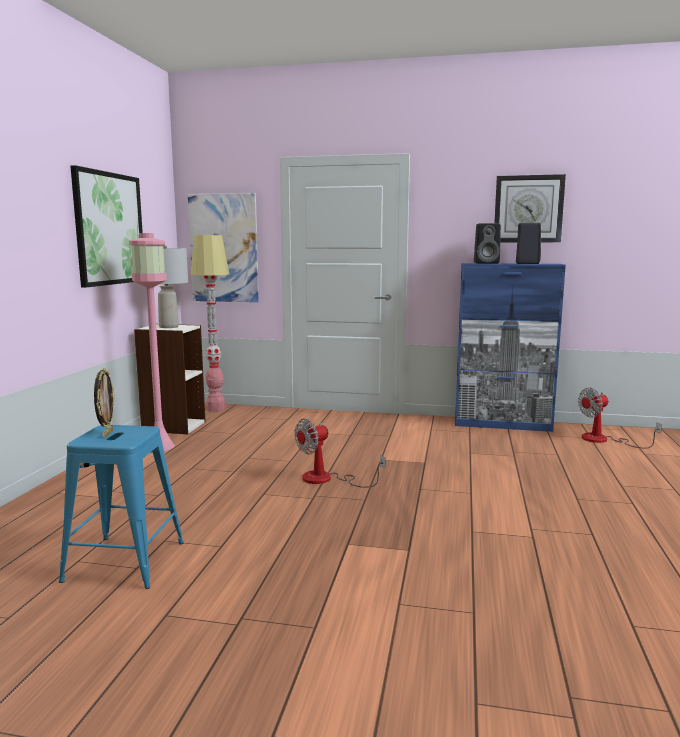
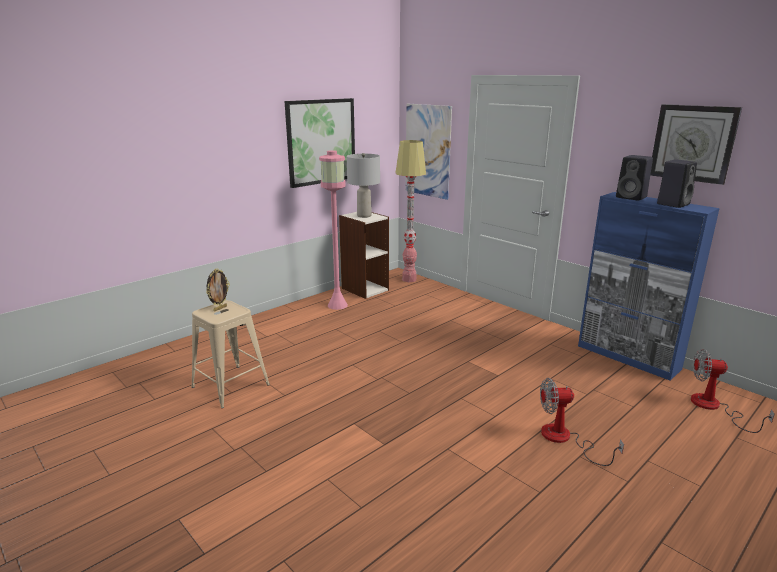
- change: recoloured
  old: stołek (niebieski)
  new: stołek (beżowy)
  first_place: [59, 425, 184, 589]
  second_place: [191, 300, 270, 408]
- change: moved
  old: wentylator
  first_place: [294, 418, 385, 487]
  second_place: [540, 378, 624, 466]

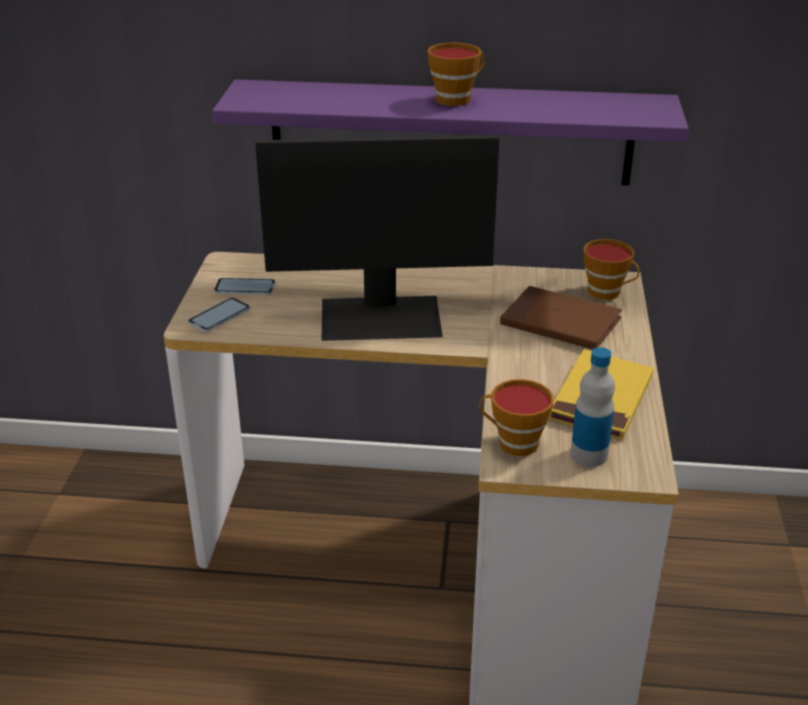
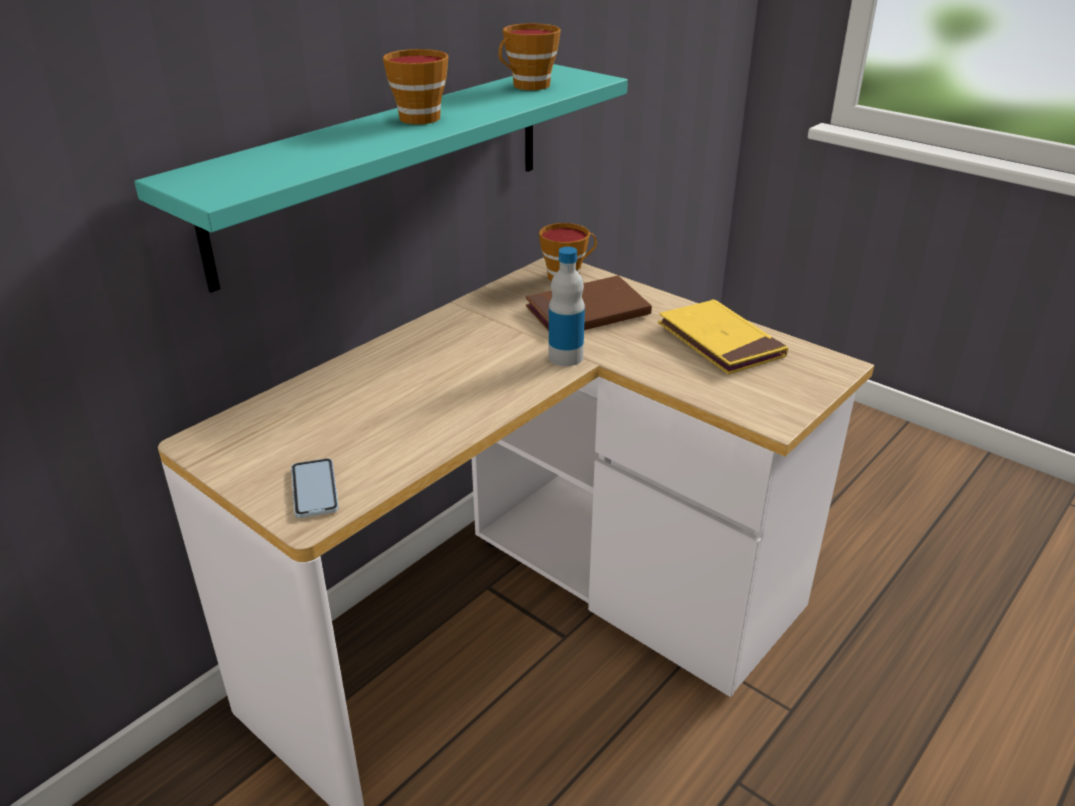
- change: recoloured
  old: półka (fioletowy)
  new: półka (turkusowy)
  first_place: [212, 79, 689, 185]
  second_place: [134, 64, 628, 293]
- change: removed
  old: telefon
  first_place: [214, 278, 276, 295]
- change: removed
  old: monitor
  first_place: [255, 135, 499, 341]
- change: moved
  old: filiżanka
  first_place: [479, 379, 554, 456]
  second_place: [499, 23, 561, 90]
- change: moved
  old: butelka
  first_place: [570, 347, 615, 467]
  second_place: [548, 247, 585, 366]

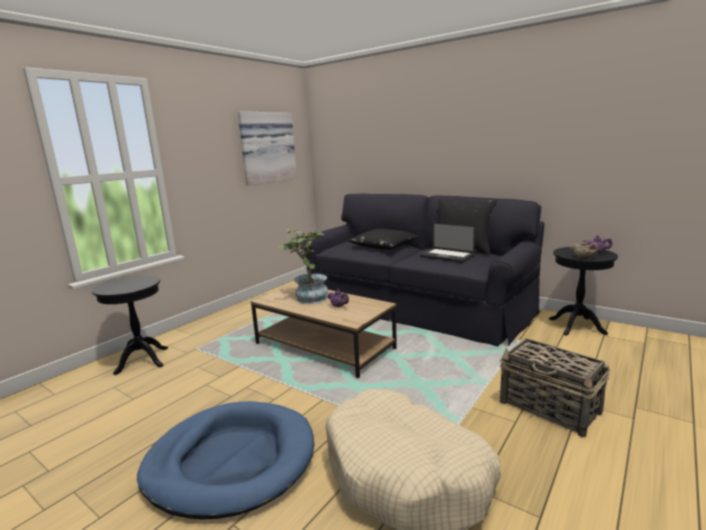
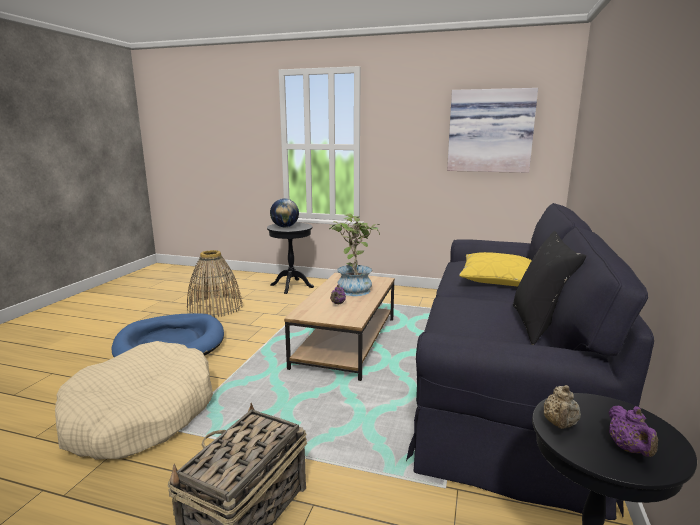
- change: recoloured
  old: poduszka (czarny)
  new: poduszka (żółty)
  first_place: [347, 229, 420, 250]
  second_place: [459, 252, 532, 286]
- change: removed
  old: laptop
  first_place: [420, 222, 476, 262]
- change: added
  new: koszyk
  second_place: [187, 250, 242, 317]
- change: added
  new: globus
  second_place: [270, 198, 299, 227]

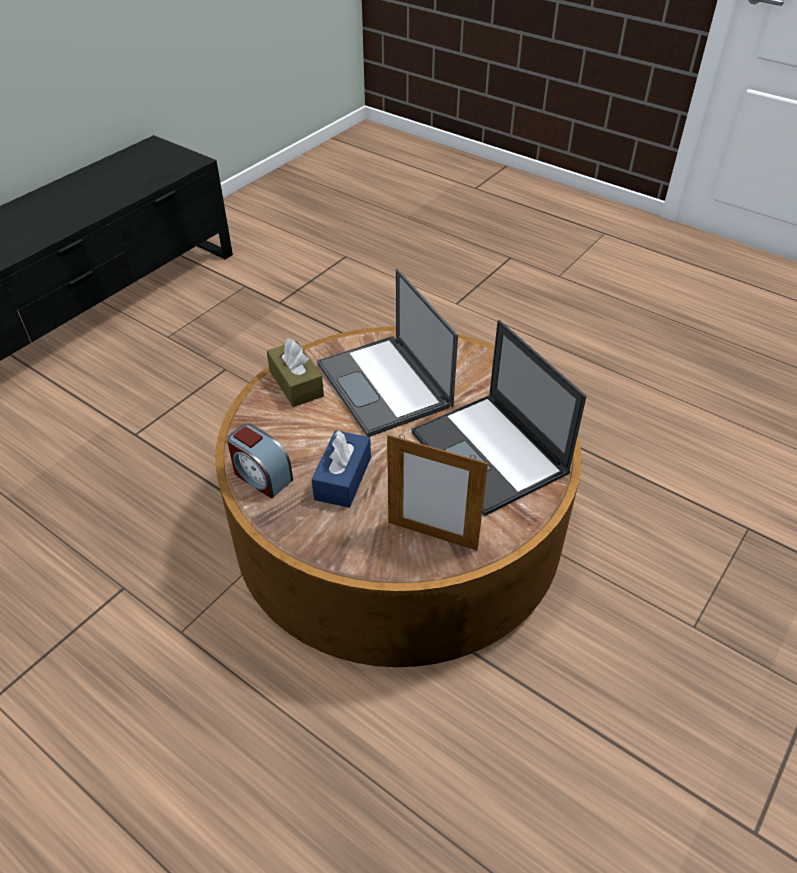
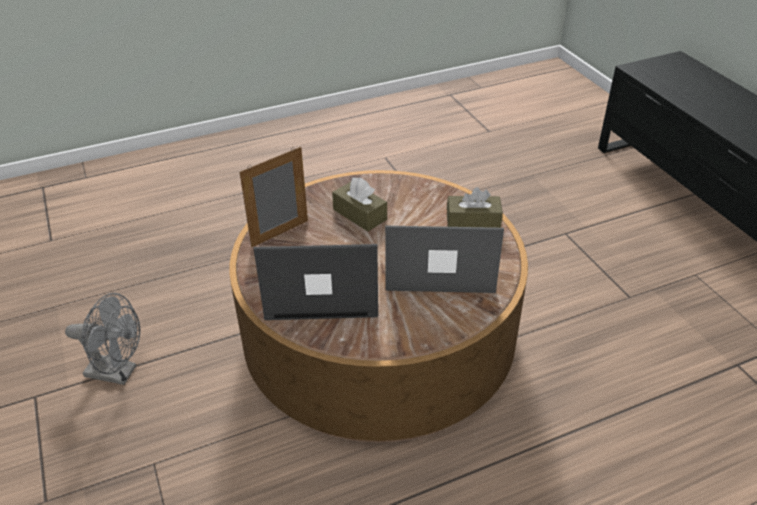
- change: removed
  old: budzik
  first_place: [227, 423, 293, 499]
- change: recoloured
  old: pudełko chusteczek (niebieski)
  new: pudełko chusteczek (brązowy)
  first_place: [311, 430, 371, 508]
  second_place: [332, 177, 387, 231]
- change: added
  new: wentylator (szary)
  second_place: [65, 293, 140, 385]

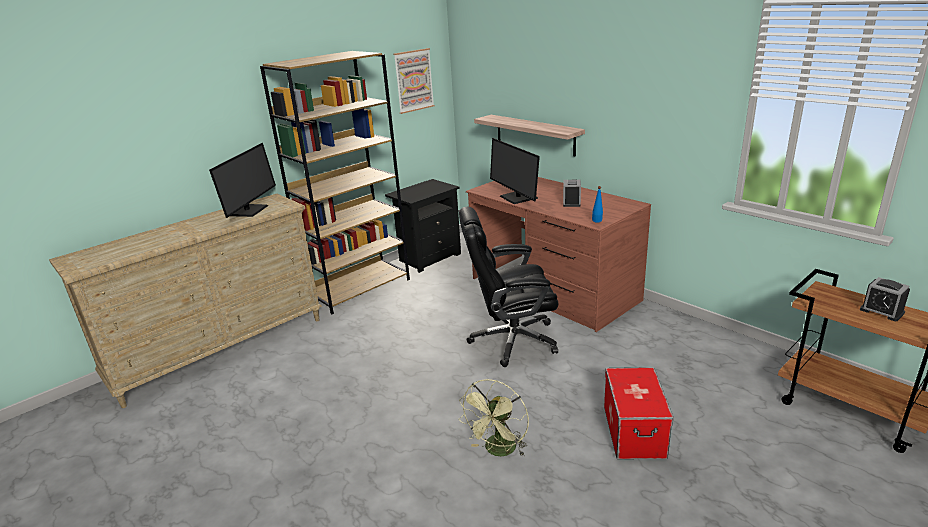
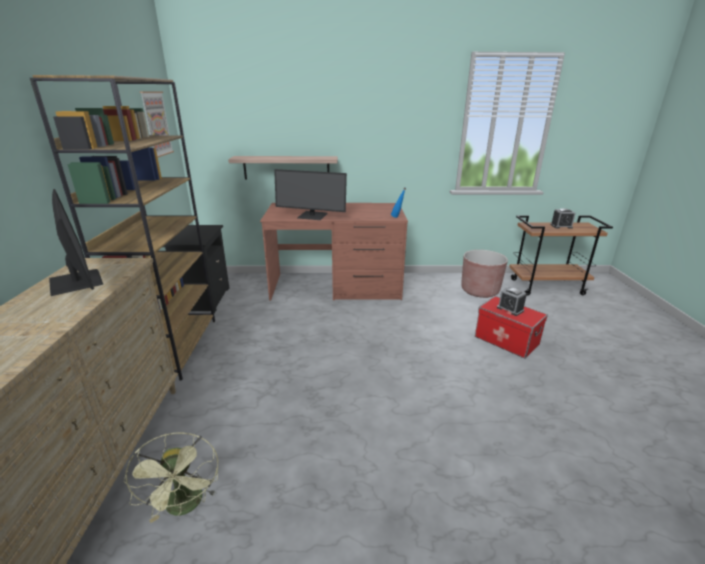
- change: removed
  old: krzesło biurowe (czarny)
  first_place: [458, 207, 558, 367]
- change: moved
  old: wentylator (zielony)
  first_place: [459, 379, 529, 457]
  second_place: [124, 432, 218, 523]
- change: moved
  old: budzik
  first_place: [563, 180, 581, 207]
  second_place: [497, 287, 526, 316]
- change: added
  new: donica (brązowy)
  second_place: [461, 250, 508, 298]

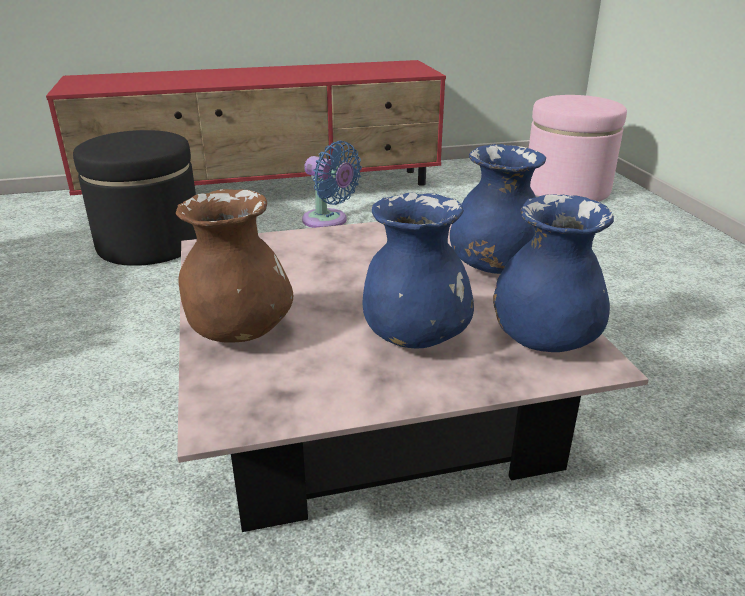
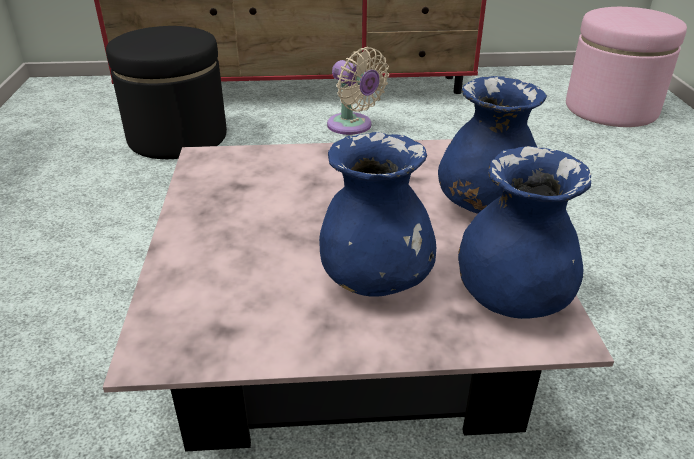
- change: removed
  old: wazon (brązowy)
  first_place: [176, 189, 293, 343]
- change: recoloured
  old: wentylator (niebieski)
  new: wentylator (beżowy)
  first_place: [302, 141, 362, 228]
  second_place: [327, 47, 389, 135]

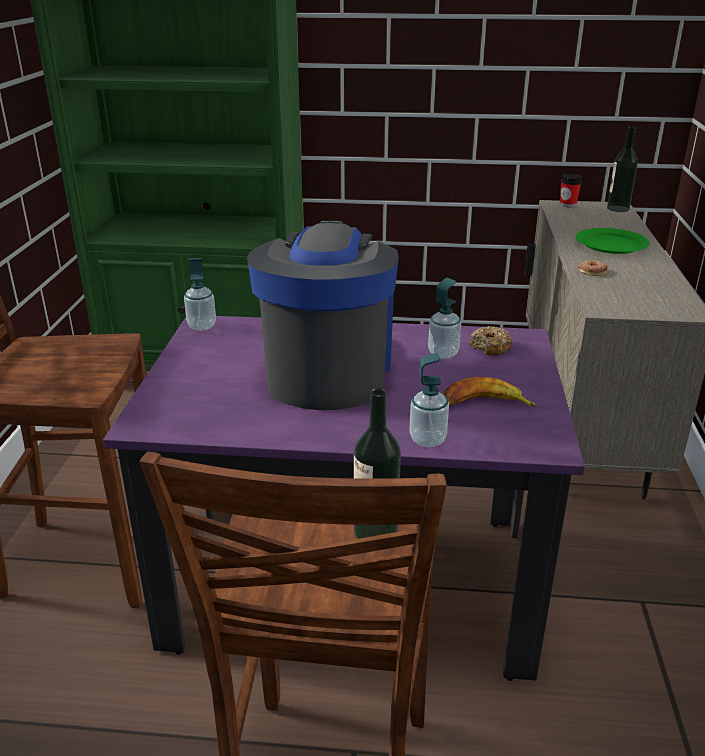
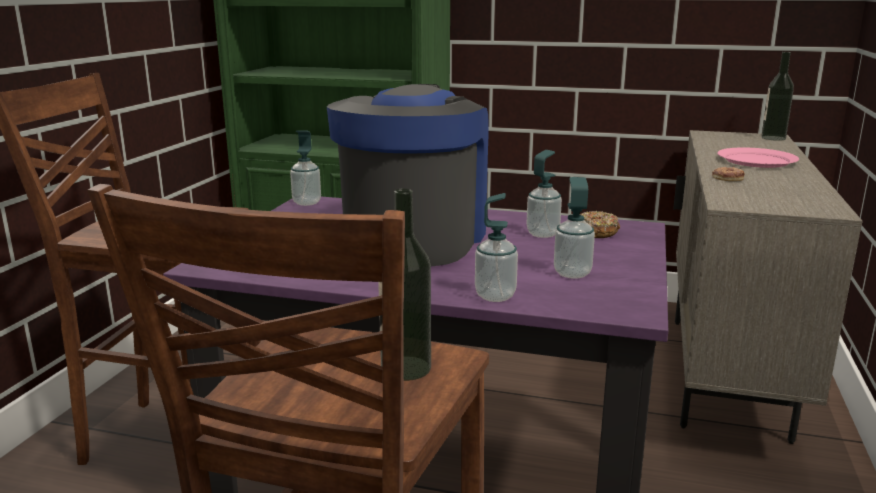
- change: replaced
  old: banan
  new: dozownik mydła
  first_place: [443, 377, 537, 408]
  second_place: [554, 177, 595, 279]
- change: removed
  old: filiżanka
  first_place: [560, 174, 582, 207]
- change: recoloured
  old: talerz (zielony)
  new: talerz (różowy)
  first_place: [576, 228, 650, 254]
  second_place: [717, 147, 799, 168]

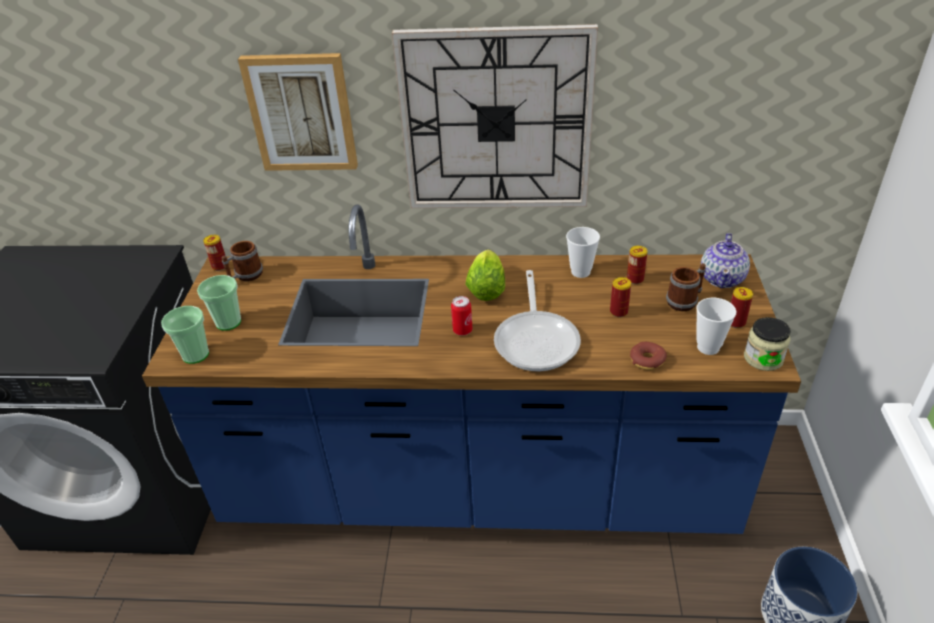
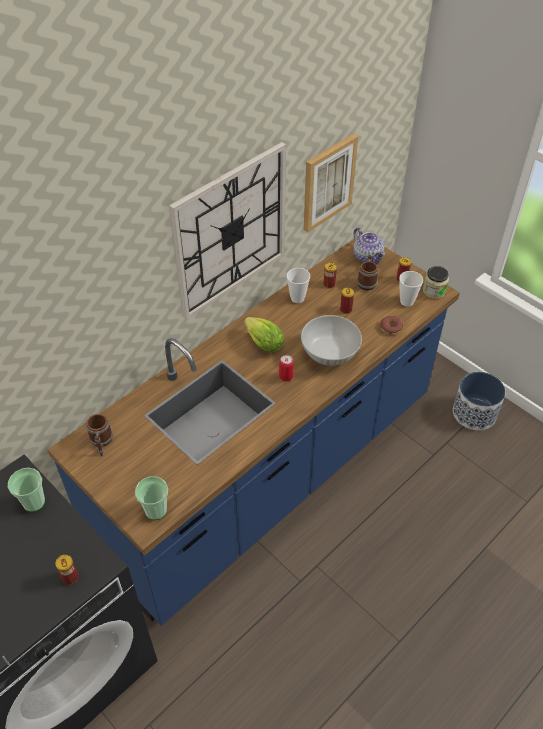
- change: moved
  old: filiżanka
  first_place: [197, 275, 241, 331]
  second_place: [8, 468, 45, 512]
- change: moved
  old: puszka
  first_place: [203, 235, 225, 271]
  second_place: [55, 555, 79, 585]
- change: moved
  old: obraz
  first_place: [238, 53, 358, 171]
  second_place: [303, 134, 358, 232]
- change: replaced
  old: patelnia
  new: miska (biały)
  first_place: [494, 270, 581, 371]
  second_place: [301, 315, 362, 366]

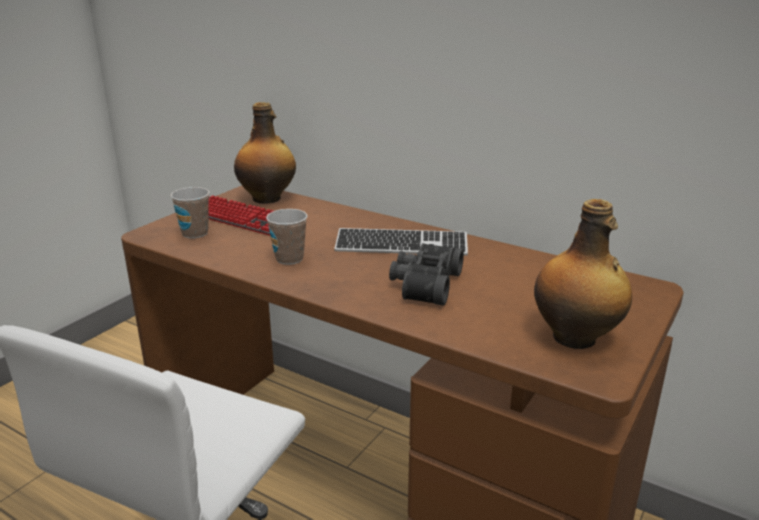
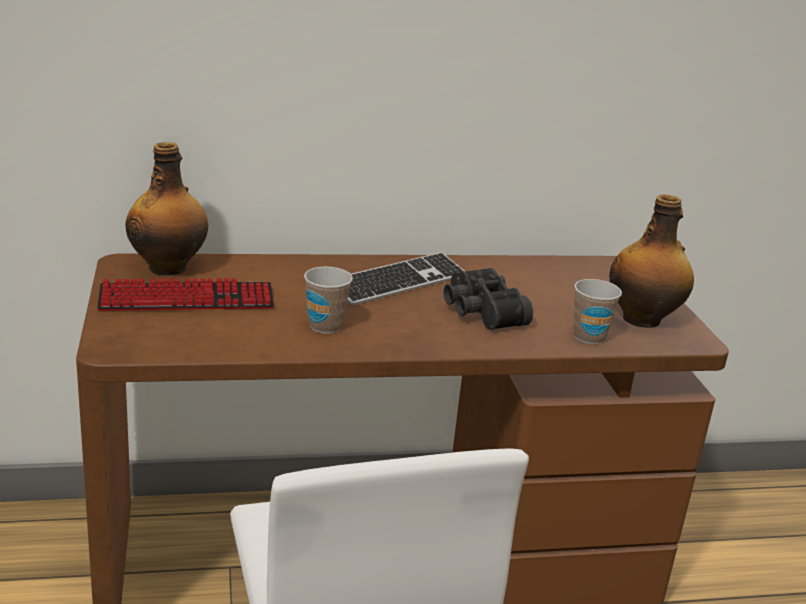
- change: moved
  old: filiżanka
  first_place: [171, 187, 210, 238]
  second_place: [573, 279, 622, 344]

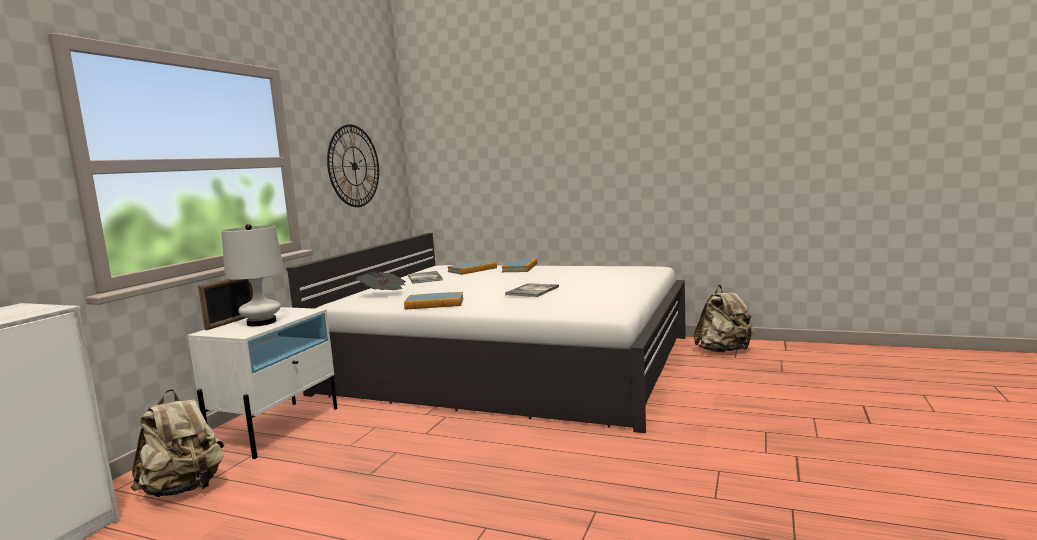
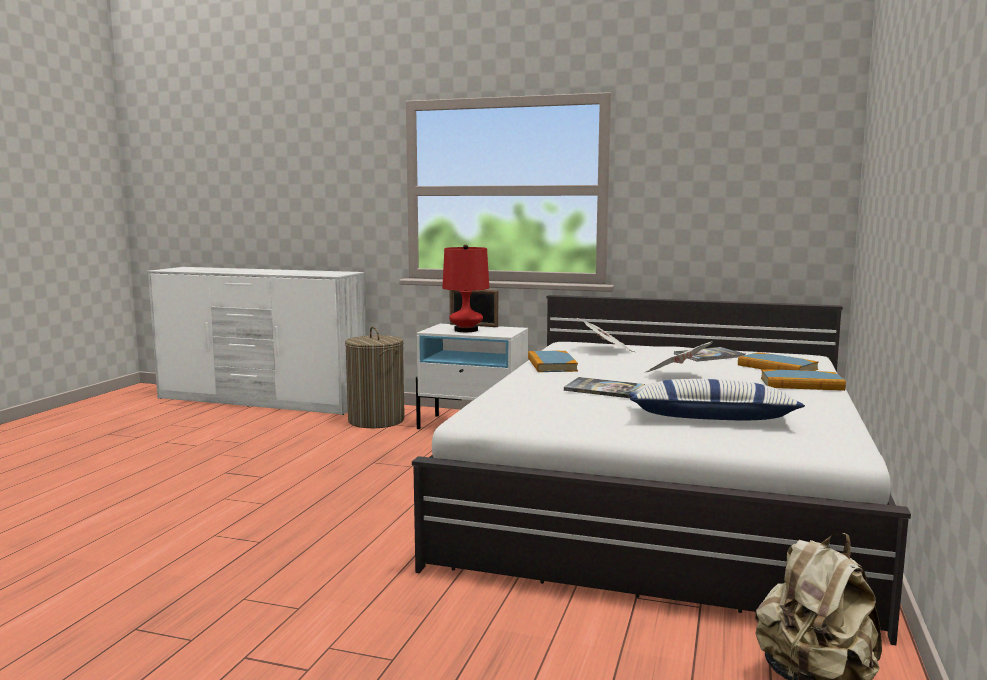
- change: replaced
  old: plecak (beżowy)
  new: kosz na pranie
  first_place: [131, 389, 224, 497]
  second_place: [345, 326, 405, 428]
- change: recoloured
  old: lampa stołowa (biały)
  new: lampa stołowa (czerwony)
  first_place: [221, 224, 284, 326]
  second_place: [442, 245, 489, 332]
- change: removed
  old: zegar ścienny
  first_place: [327, 124, 379, 207]
- change: added
  new: poduszka
  second_place: [629, 379, 805, 420]
- change: added
  new: gazeta
  second_place: [646, 341, 712, 372]

